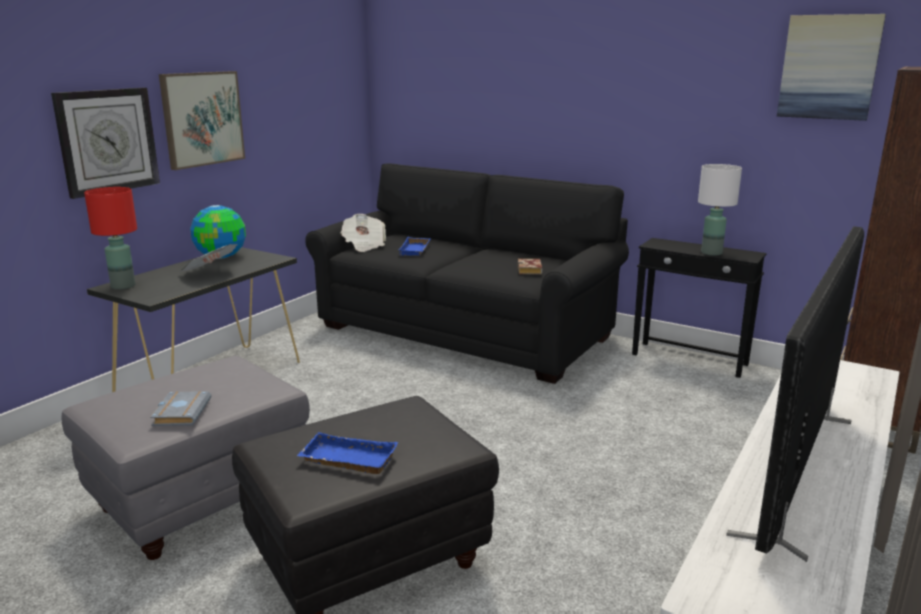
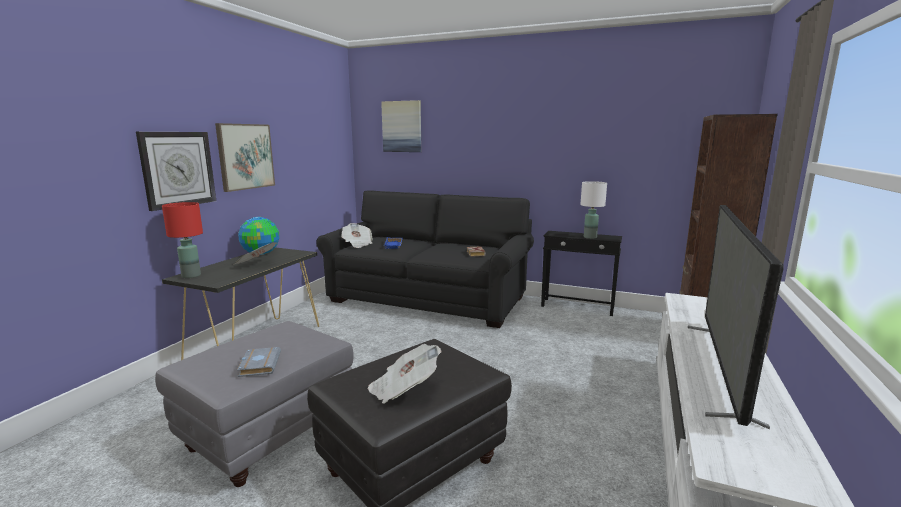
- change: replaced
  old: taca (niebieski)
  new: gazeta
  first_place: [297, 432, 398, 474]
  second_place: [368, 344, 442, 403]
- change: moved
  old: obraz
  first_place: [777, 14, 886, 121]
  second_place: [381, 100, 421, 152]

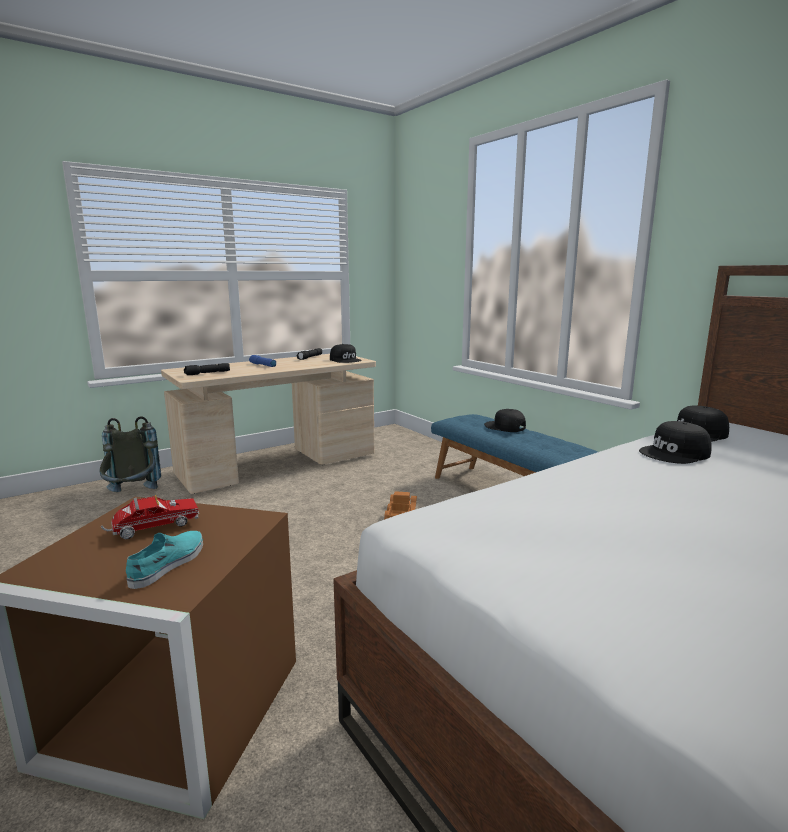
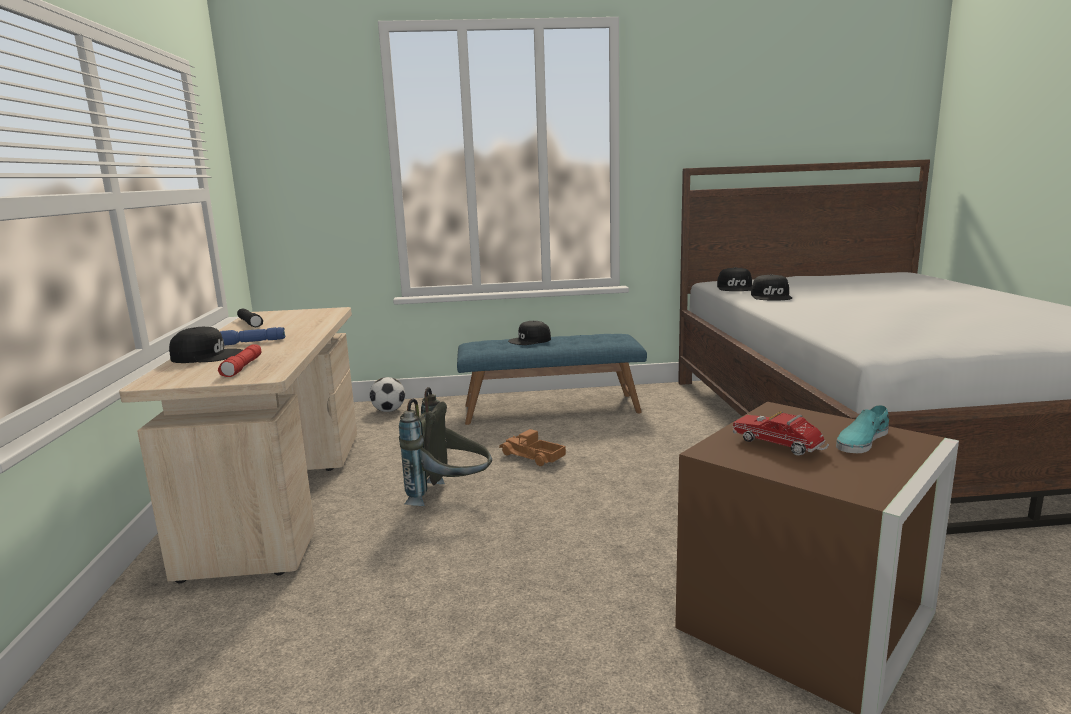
- change: moved
  old: plecak (szary)
  first_place: [100, 416, 161, 492]
  second_place: [399, 387, 492, 506]
- change: turned
  old: ciężarówka zabawkowa
  first_place: [101, 495, 199, 539]
  second_place: [732, 411, 830, 456]
  degrees: -45
- change: turned
  old: but (turkusowy)
  first_place: [126, 531, 203, 589]
  second_place: [836, 405, 889, 453]
  degrees: -90
- change: recoloured
  old: latarka (czarny)
  new: latarka (czerwony)
  first_place: [184, 363, 230, 375]
  second_place: [218, 344, 261, 377]
- change: moved
  old: czapka z daszkiem (czarny)
  first_place: [330, 344, 362, 363]
  second_place: [169, 327, 243, 363]
- change: added
  new: piłka futbolowa
  second_place: [370, 377, 405, 412]

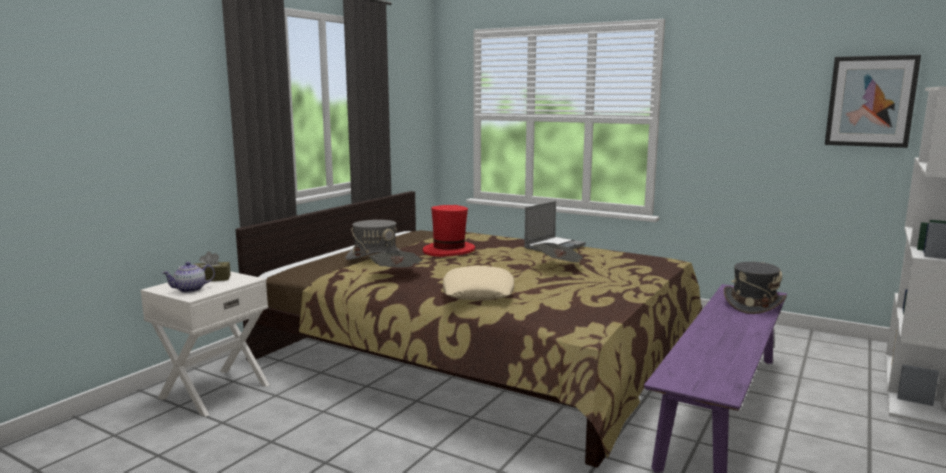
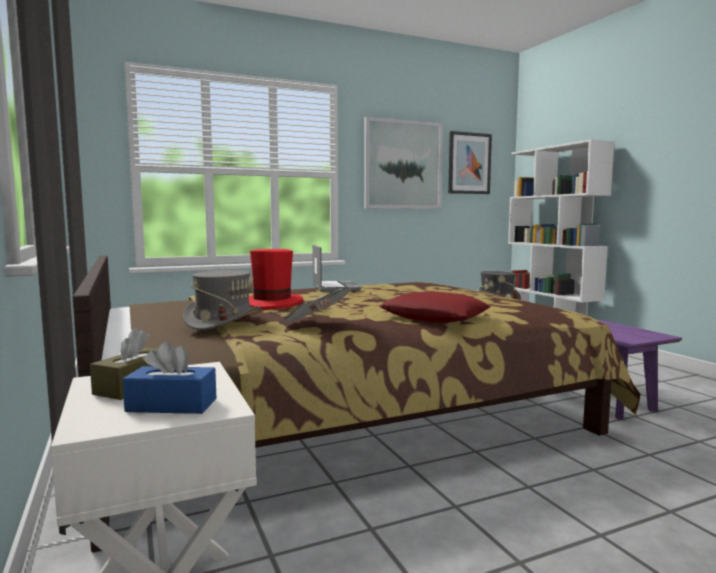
- change: replaced
  old: imbryk
  new: pudełko chusteczek (niebieski)
  first_place: [162, 262, 215, 293]
  second_place: [123, 341, 217, 414]
- change: recoloured
  old: poduszka (beżowy)
  new: poduszka (czerwony)
  first_place: [443, 266, 514, 300]
  second_place: [379, 291, 491, 323]
- change: removed
  old: gazeta
  first_place: [533, 243, 583, 262]
- change: added
  new: obraz
  second_place: [364, 117, 443, 209]

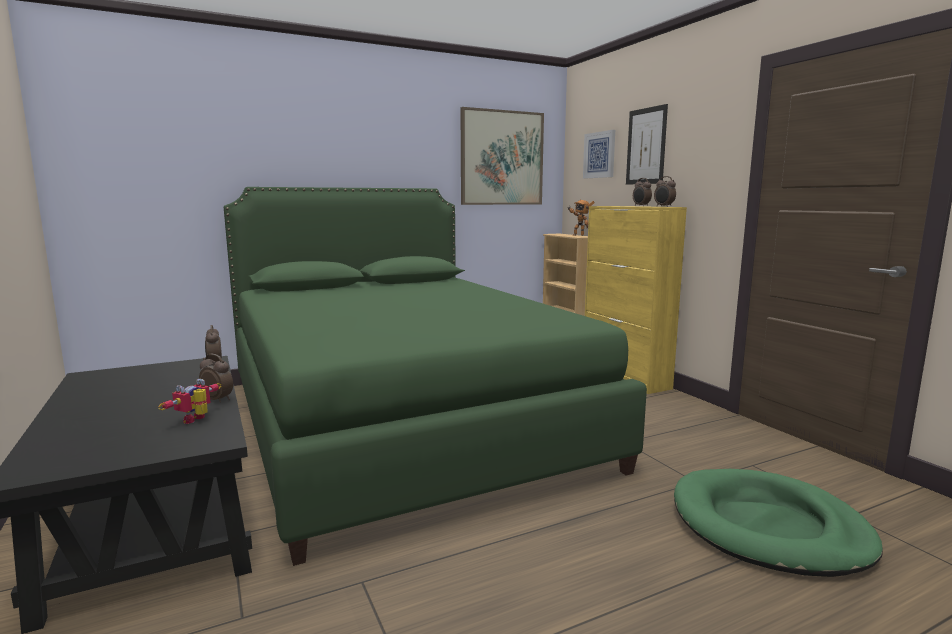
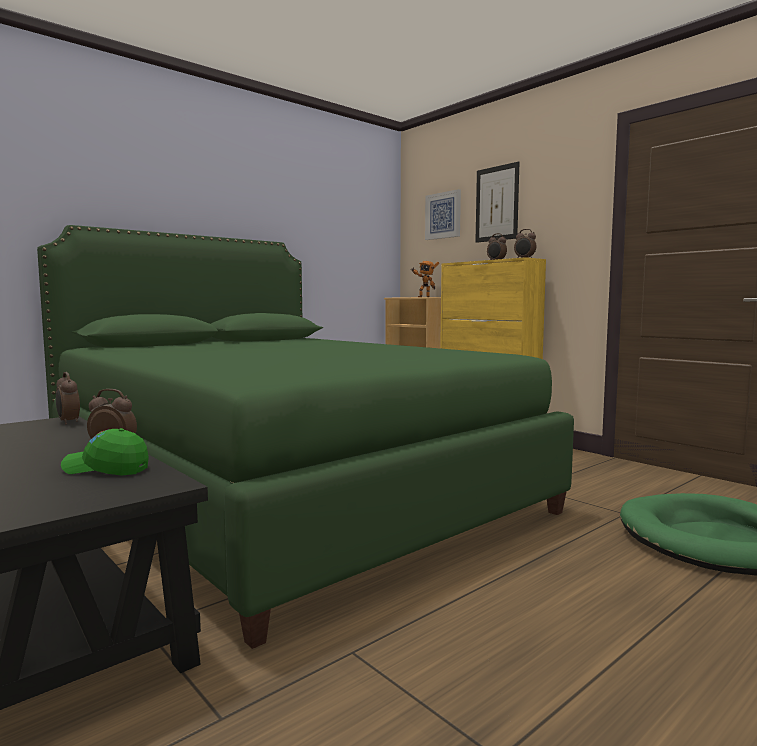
- change: replaced
  old: robot zabawkowy
  new: czapka z daszkiem (zielony)
  first_place: [158, 379, 221, 424]
  second_place: [61, 428, 149, 476]
- change: removed
  old: obraz
  first_place: [461, 107, 544, 205]

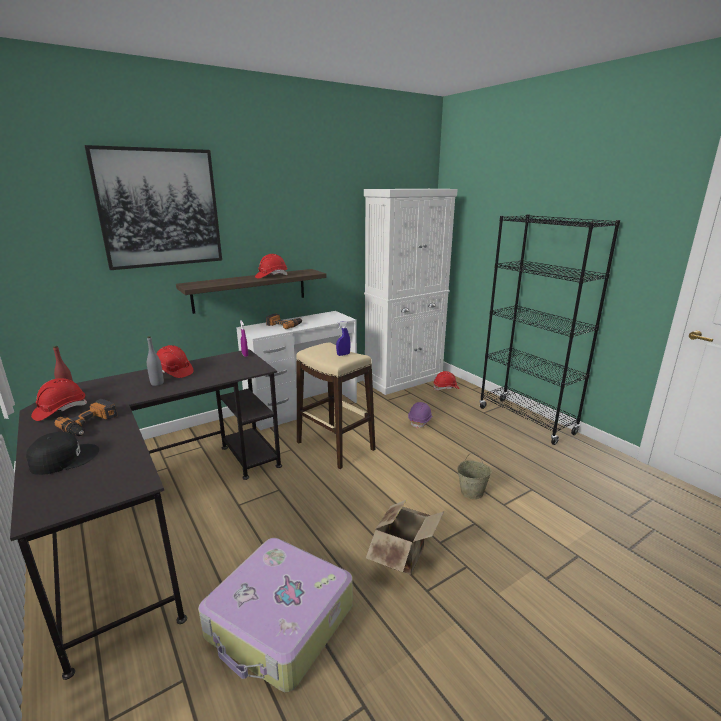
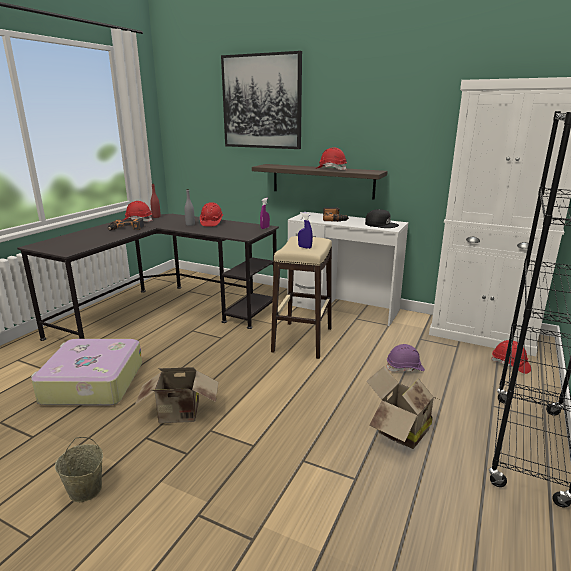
- change: moved
  old: czapka z daszkiem (czarny)
  first_place: [26, 432, 99, 475]
  second_place: [365, 209, 399, 228]
- change: moved
  old: wiadro (beżowy)
  first_place: [457, 453, 492, 499]
  second_place: [55, 437, 103, 502]
- change: added
  new: karton
  second_place: [367, 366, 439, 449]

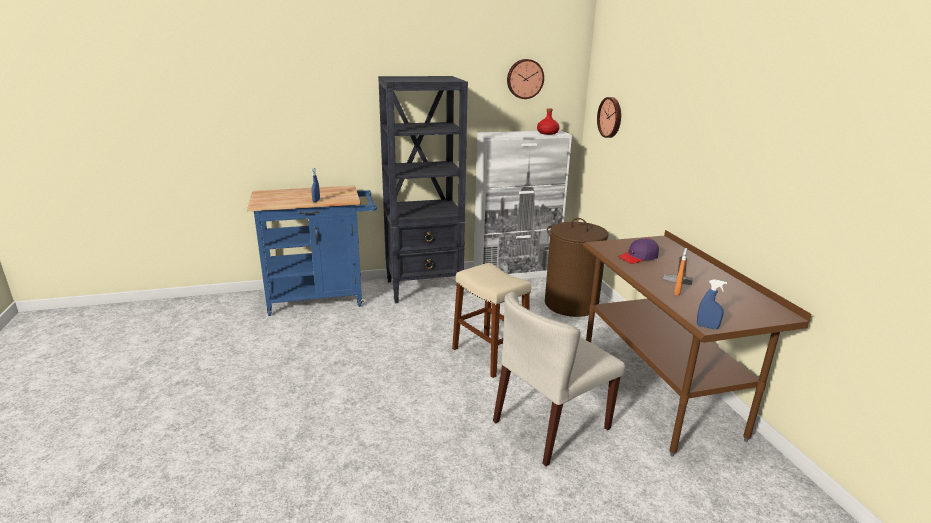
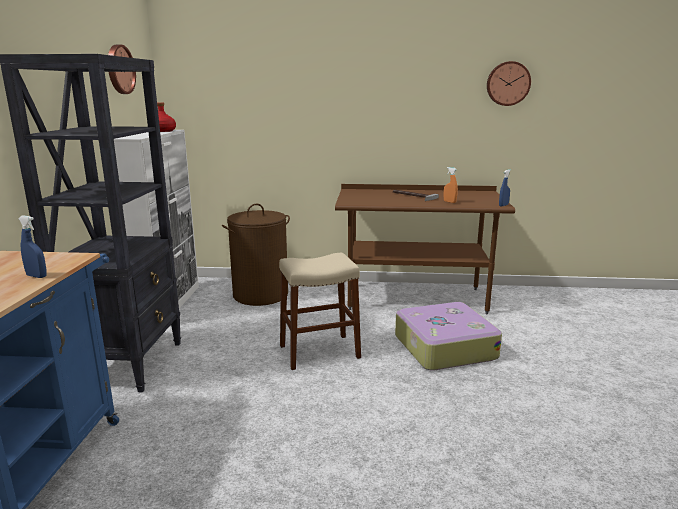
- change: replaced
  old: krzesło (beżowy)
  new: walizka
  first_place: [493, 292, 625, 466]
  second_place: [395, 302, 502, 371]
- change: moved
  old: zegar ścienny
  first_place: [597, 97, 621, 138]
  second_place: [487, 61, 531, 106]
- change: removed
  old: czapka z daszkiem (fioletowy)
  first_place: [618, 238, 659, 264]

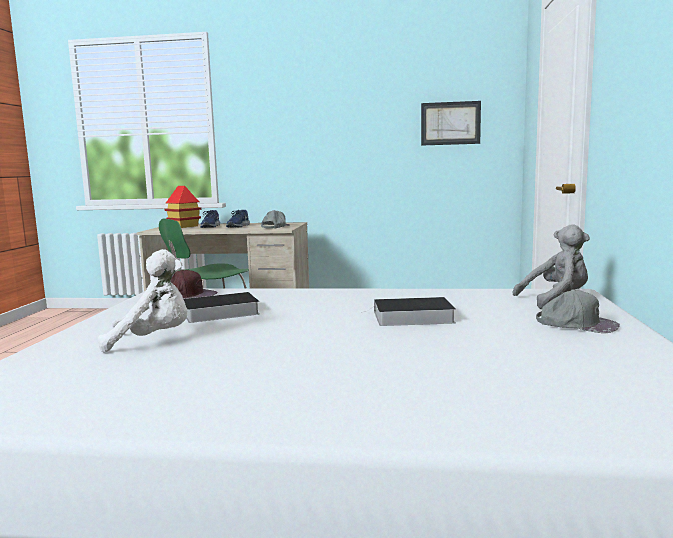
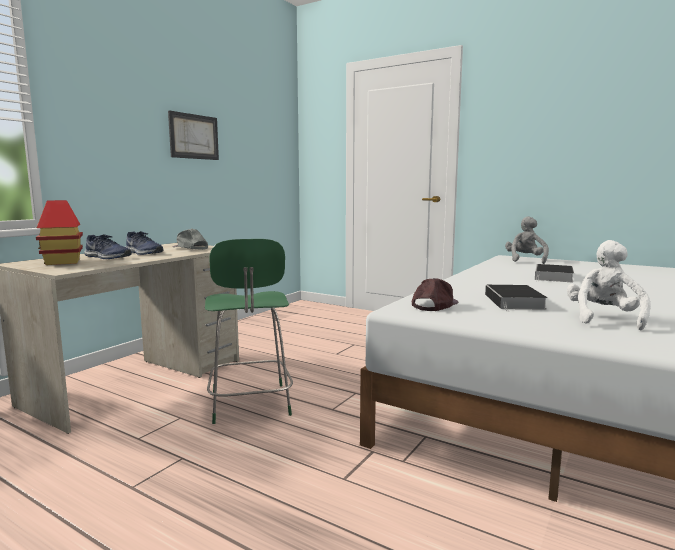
- change: moved
  old: obraz
  first_place: [421, 101, 481, 146]
  second_place: [168, 110, 219, 160]
- change: removed
  old: czapka z daszkiem (szary)
  first_place: [536, 289, 620, 333]

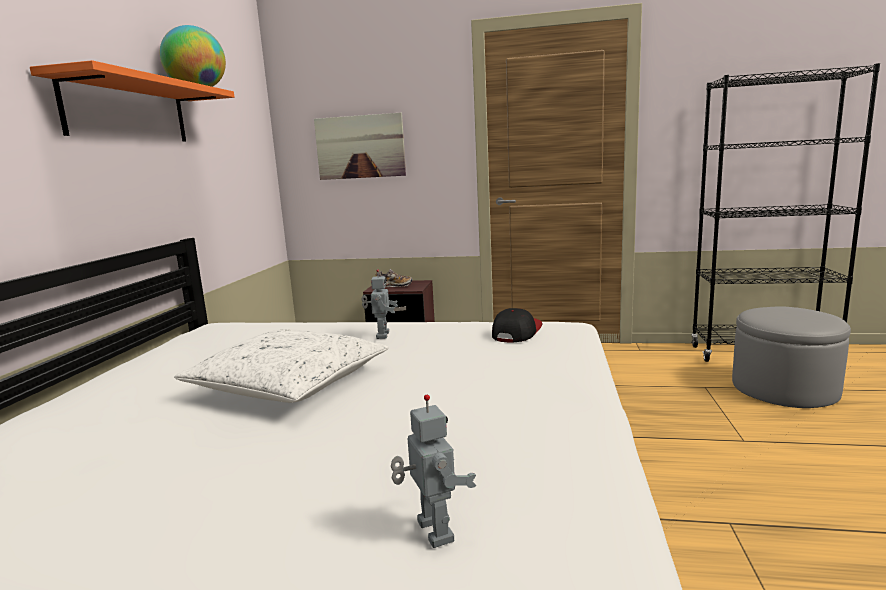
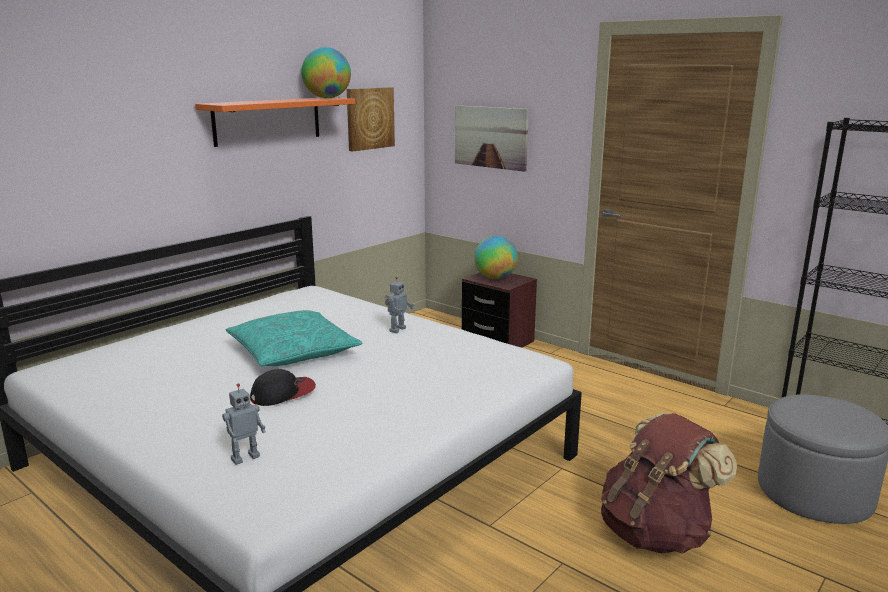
- change: recoloured
  old: poduszka (biały)
  new: poduszka (turkusowy)
  first_place: [174, 329, 389, 403]
  second_place: [226, 310, 362, 366]
- change: replaced
  old: but
  new: globus
  first_place: [375, 269, 413, 287]
  second_place: [474, 236, 518, 279]
- change: turned
  old: robot zabawkowy
  first_place: [391, 395, 476, 548]
  second_place: [222, 383, 266, 465]
  degrees: 45
- change: moved
  old: czapka z daszkiem
  first_place: [492, 308, 542, 343]
  second_place: [250, 369, 316, 406]
- change: added
  new: obraz
  second_place: [347, 87, 395, 152]
- change: added
  new: plecak (brązowy)
  second_place: [601, 413, 737, 554]

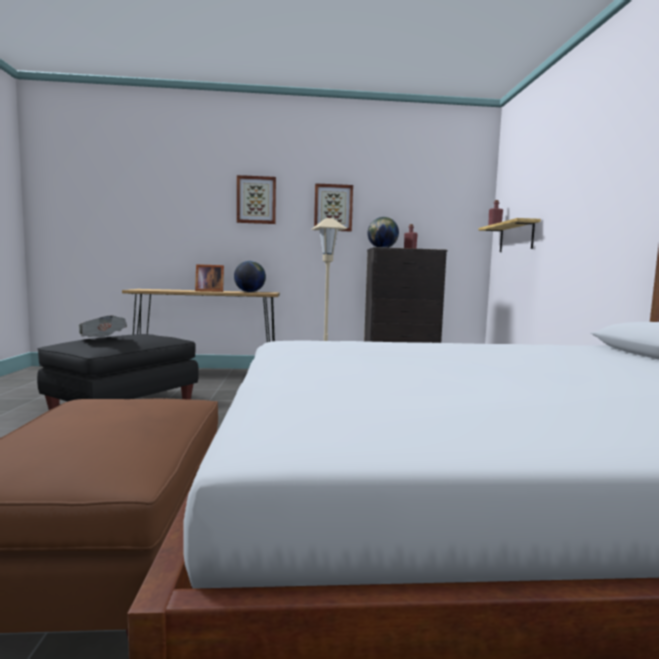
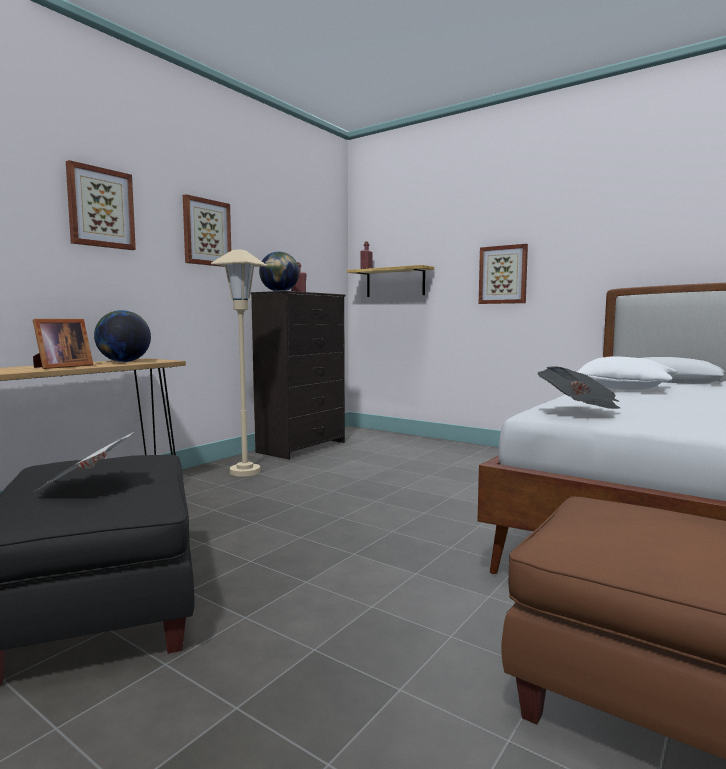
- change: added
  new: obraz
  second_place: [479, 244, 528, 304]
- change: added
  new: gazeta
  second_place: [537, 367, 620, 409]
- change: added
  new: poduszka (biały)
  second_place: [577, 356, 677, 390]

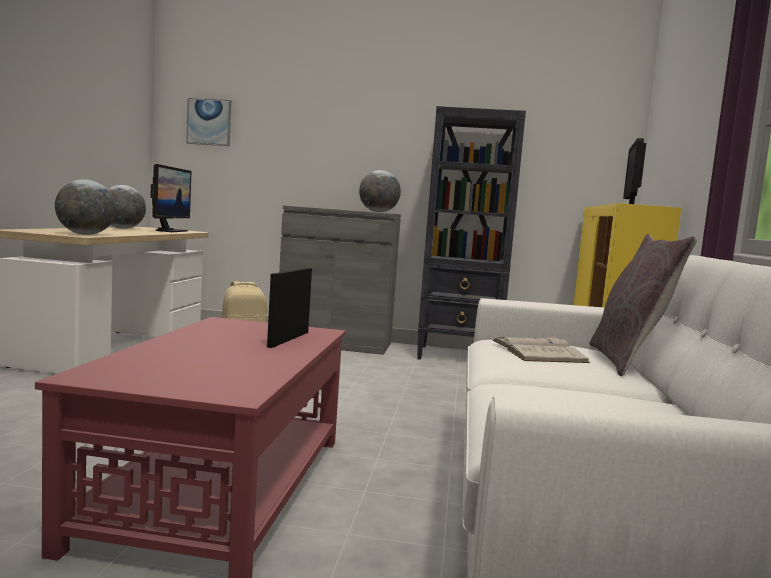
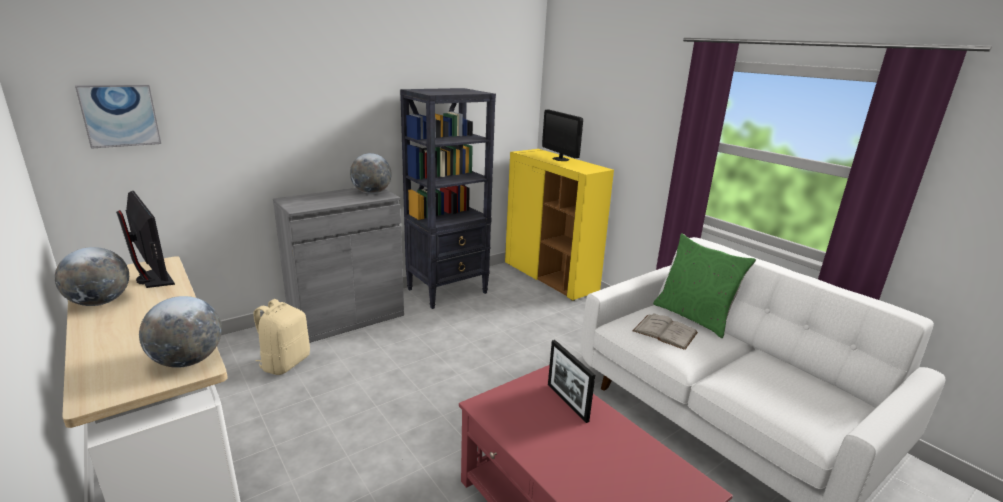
- change: recoloured
  old: poduszka (szary)
  new: poduszka (zielony)
  first_place: [589, 234, 697, 376]
  second_place: [653, 233, 756, 338]

